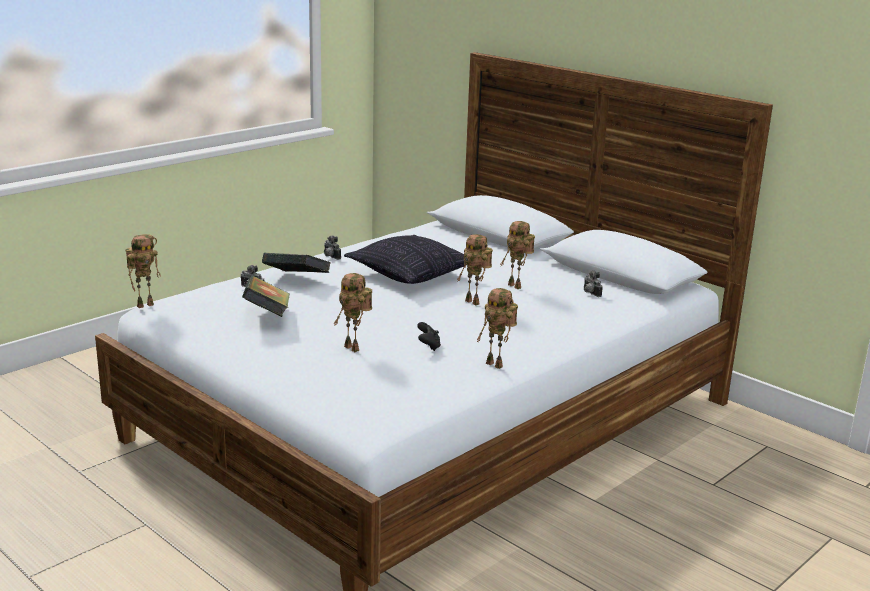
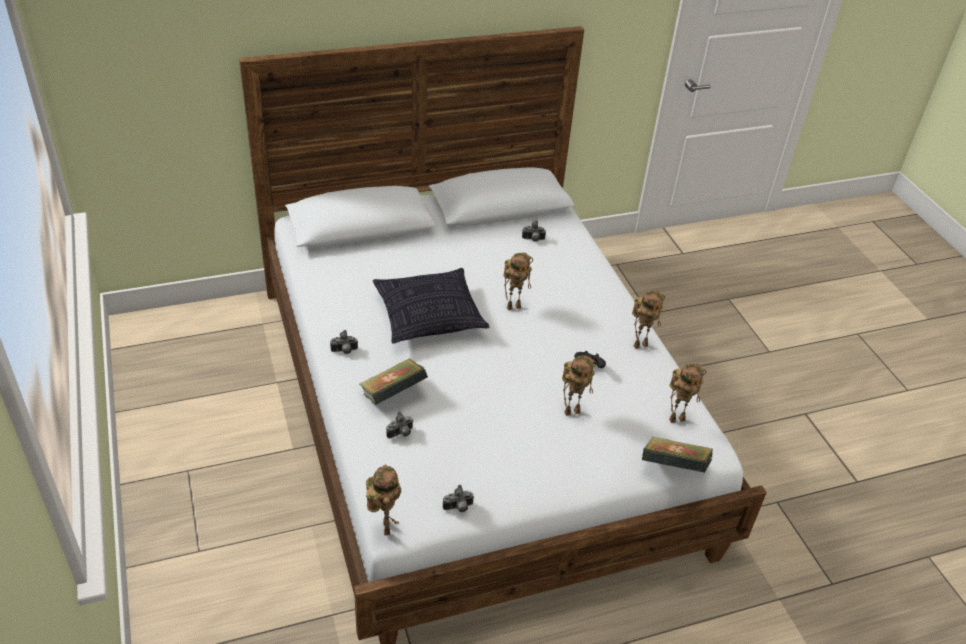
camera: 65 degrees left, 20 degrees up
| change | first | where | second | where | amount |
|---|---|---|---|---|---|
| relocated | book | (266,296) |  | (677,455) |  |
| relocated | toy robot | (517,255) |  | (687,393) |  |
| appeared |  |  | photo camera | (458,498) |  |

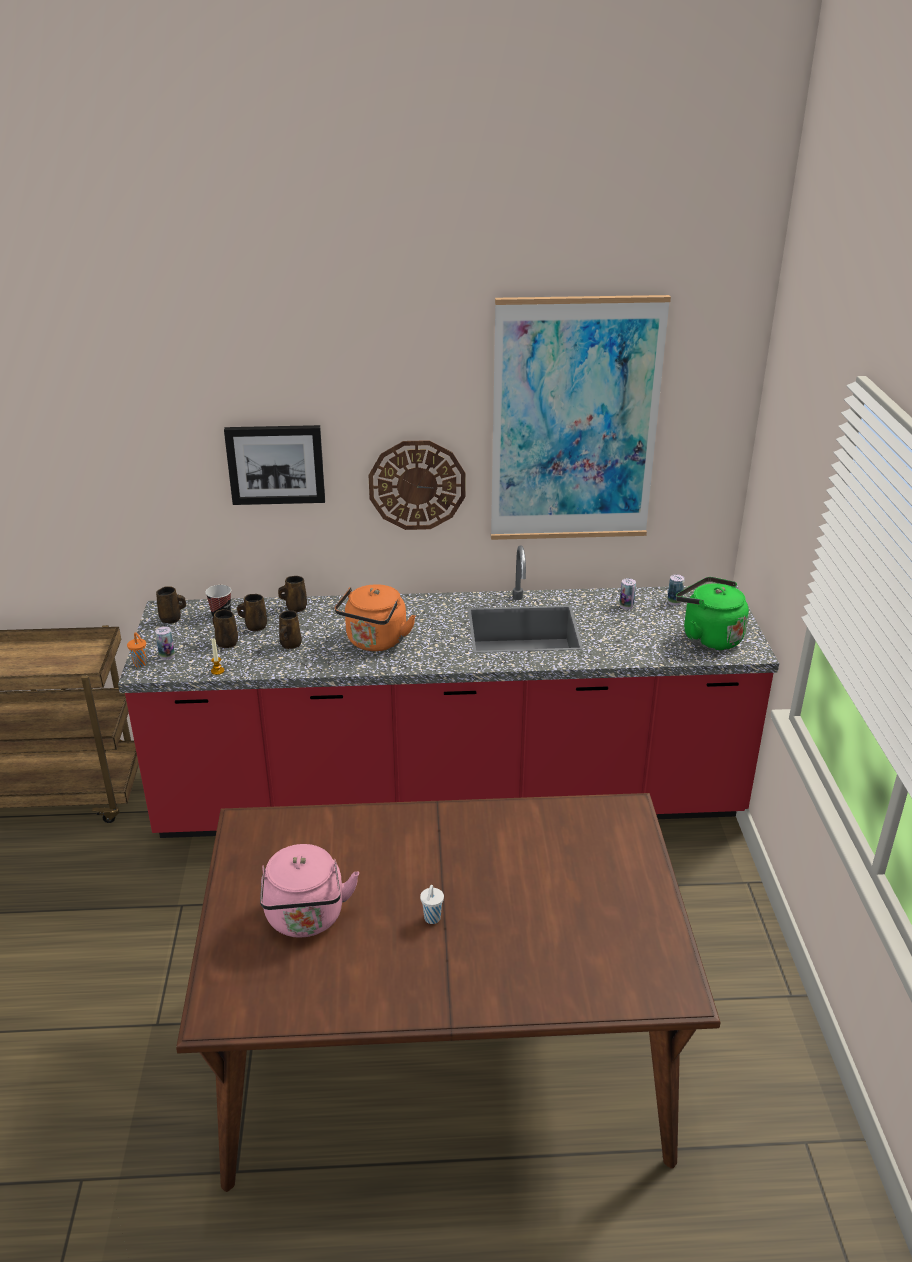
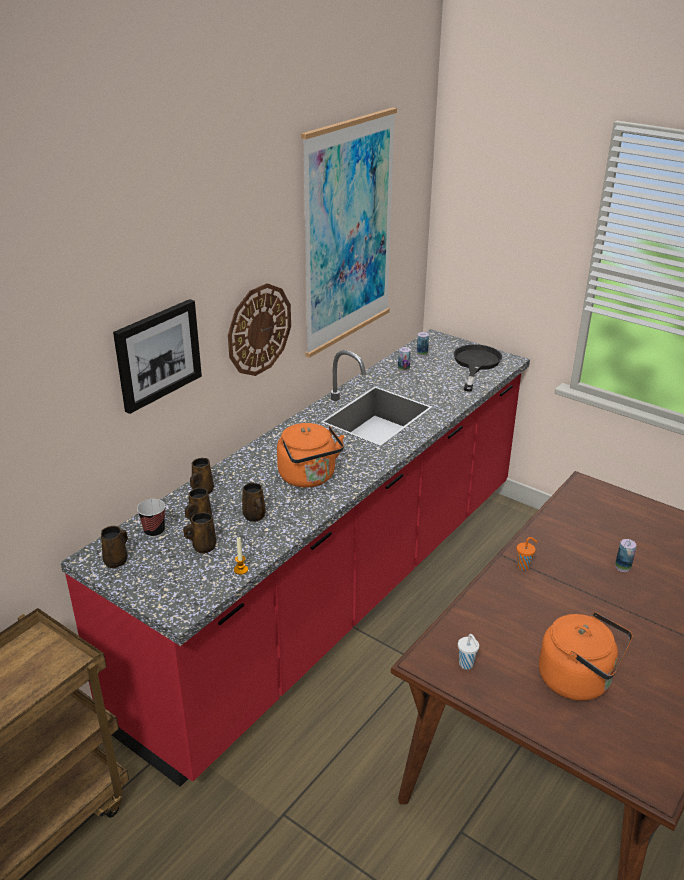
camera: 50 degrees left, 0 degrees up
| change | first | where | second | where | amount |
|---|---|---|---|---|---|
| relocated | cup (orange) | (137,649) |  | (527,554) |  |
| relocated | can | (165,643) |  | (625,555) |  |
| colour | kettle (pink) | (309,891) | kettle (orange) | (586,656) |  |
| relocated | cup (white) | (432,904) |  | (468,652) |  |
| exchanged | kettle (green) | (712,613) | frying pan (black) | (478,368) |  |

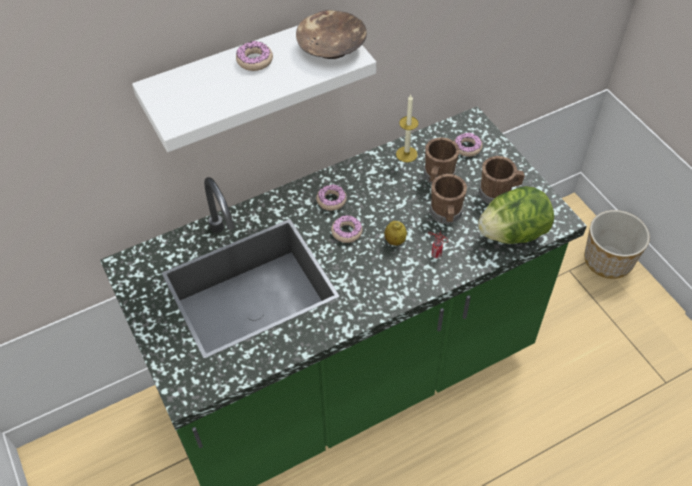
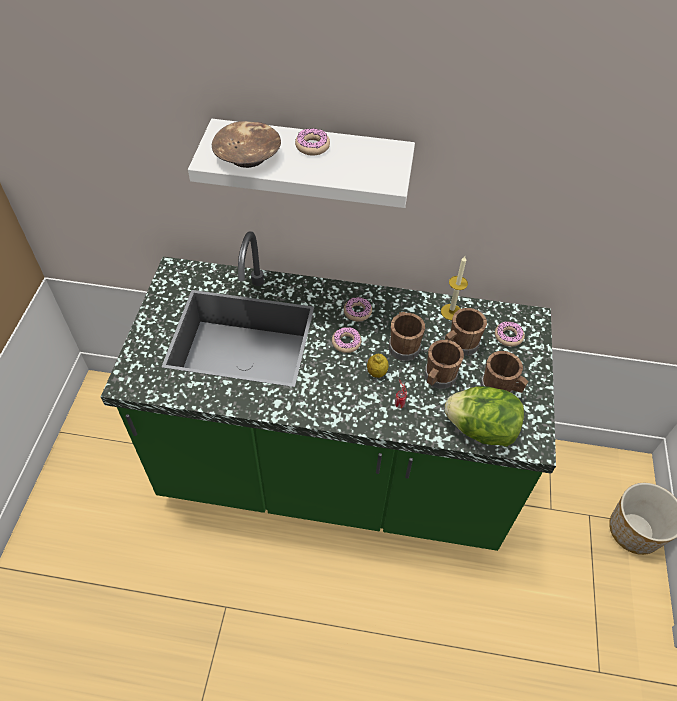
camera: 35 degrees right, 0 degrees up
| change | first | where | second | where | amount |
|---|---|---|---|---|---|
| relocated | bowl (brown) | (331,34) |  | (246,144) |  |
| appeared |  |  | mug (brown) | (407,336) |  |

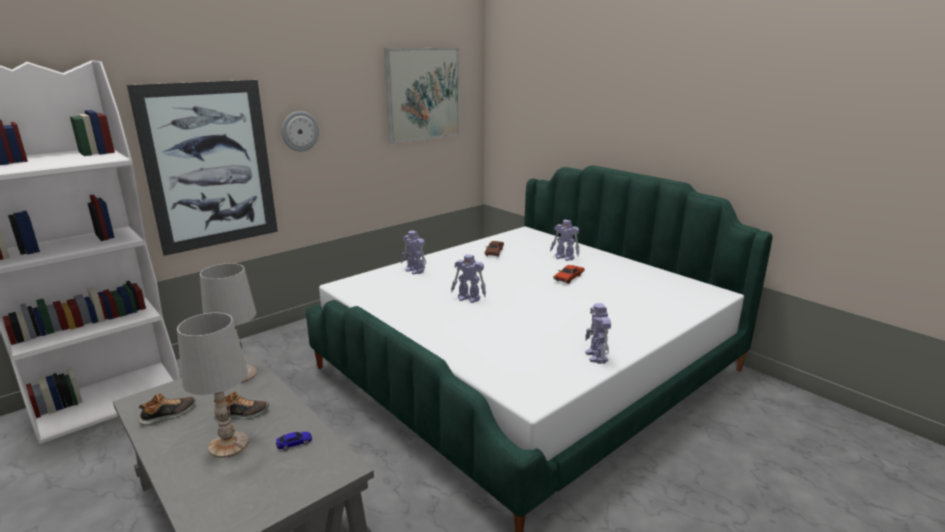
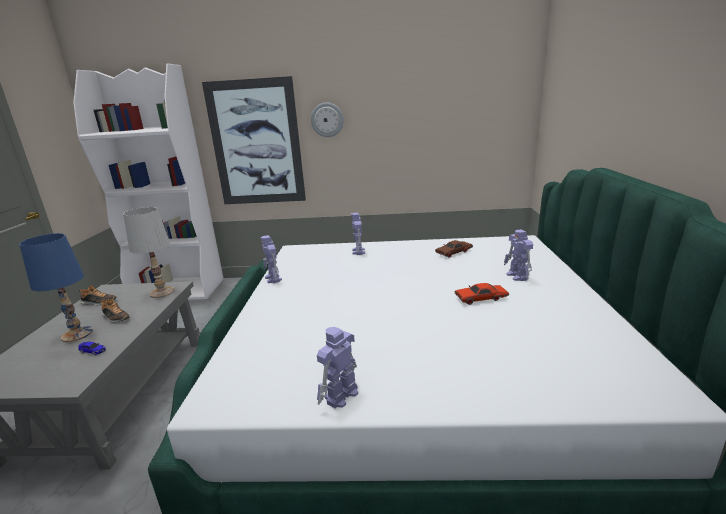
camera: 45 degrees right, 0 degrees up
| change | first | where | second | where | amount |
|---|---|---|---|---|---|
| colour | table lamp (white) | (213,385) | table lamp (blue) | (56,287) |  |
| missing | picture | (422,96) |  |  |  |
| relocated | toy robot | (468,278) |  | (271,259) |  |

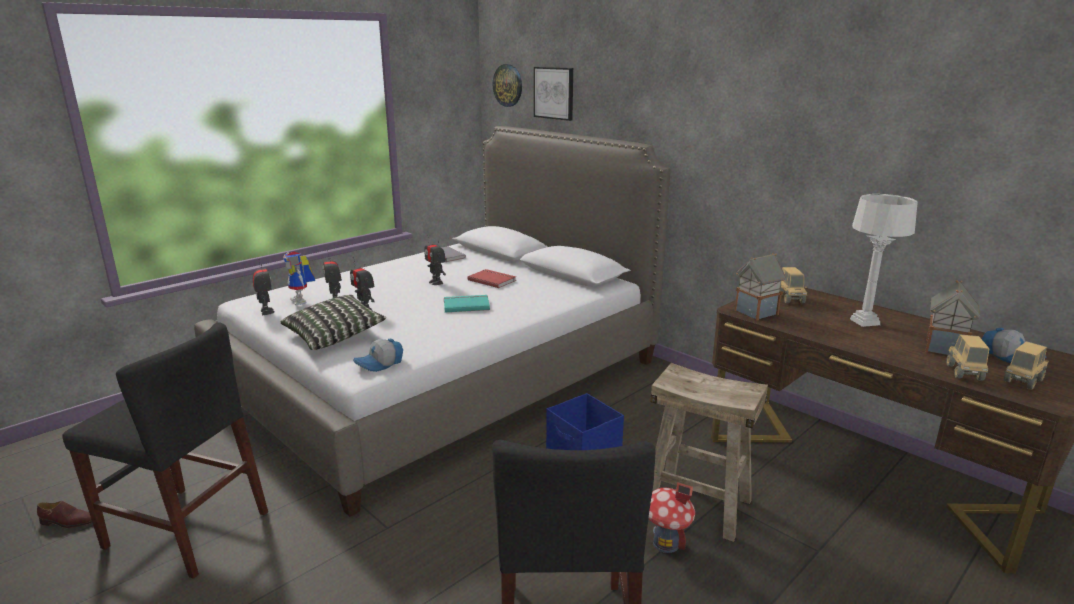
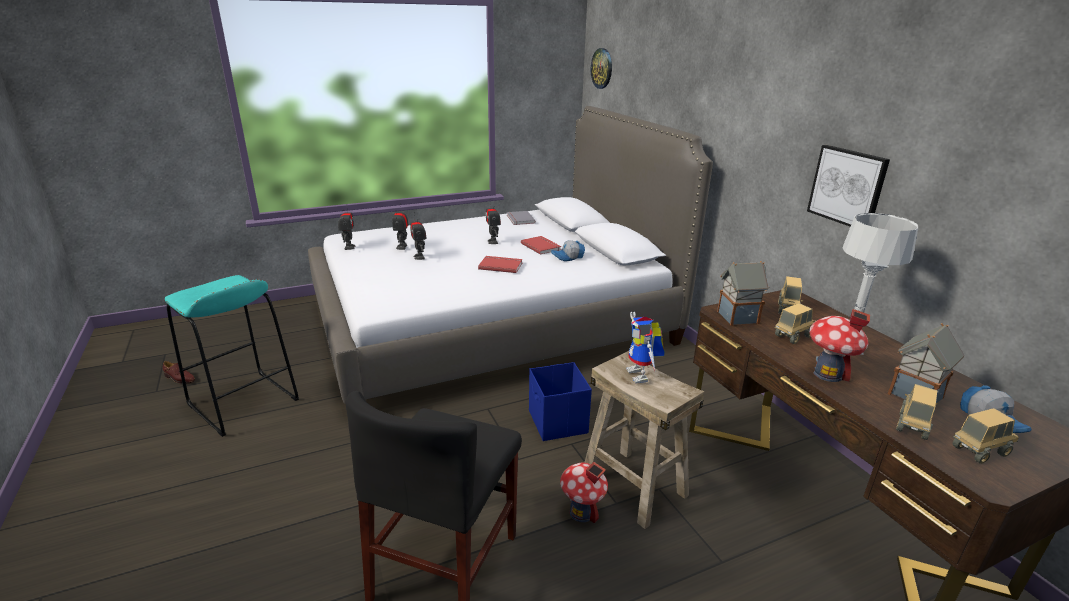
camera: 20 degrees right, 5 degrees up
| change | first | where | second | where | amount |
|---|---|---|---|---|---|
| exchanged | chair (black) | (165,451) | stool (turquoise) | (232,356) |  |
| missing | pillow | (333,322) |  |  |  |
| relocated | toy robot | (299,278) |  | (645,347) |  |
| relocated | cap | (378,355) |  | (568,250) |  |
| colour | book (turquoise) | (467,303) | book (red) | (500,264) |  |
| relocated | picture | (553,94) |  | (848,186) |  |
| appeared |  |  | toy truck | (795,323) |  |
| appeared |  |  | toy house | (840,345) |  |

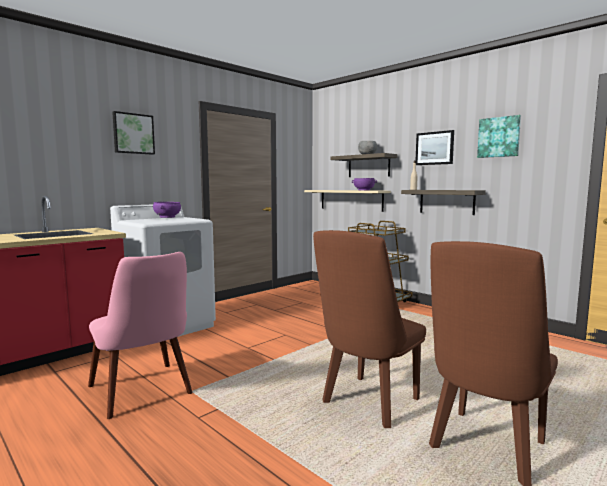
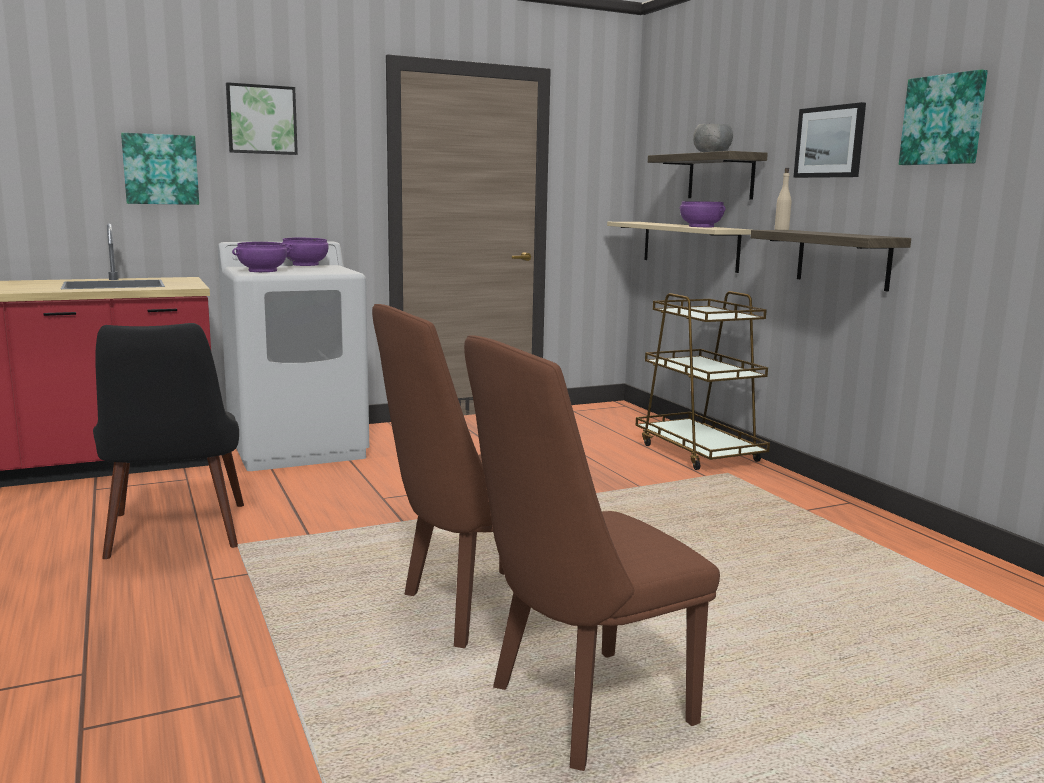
camera: 20 degrees right, 5 degrees up
| change | first | where | second | where | amount |
|---|---|---|---|---|---|
| colour | chair (pink) | (140,335) | chair (black) | (168,441) |  |
| appeared |  |  | picture | (160,169) |  |
| appeared |  |  | bowl (purple) | (261,257) |  |

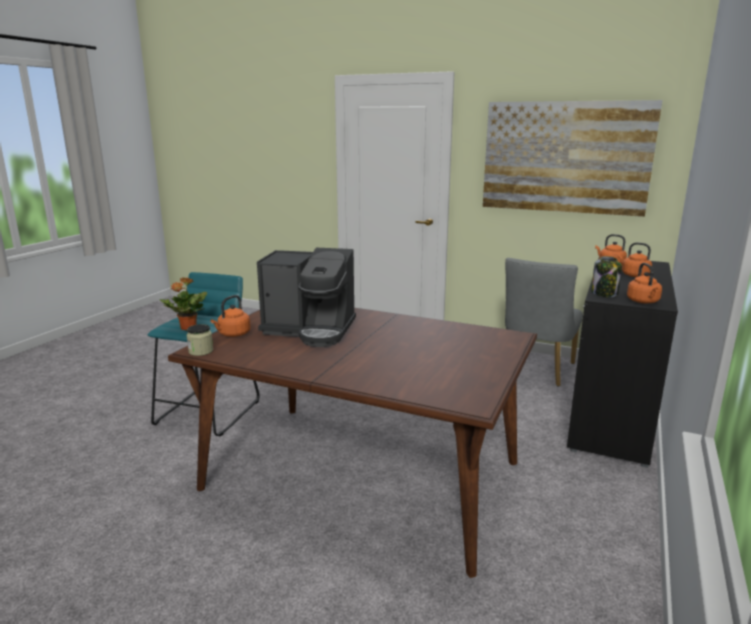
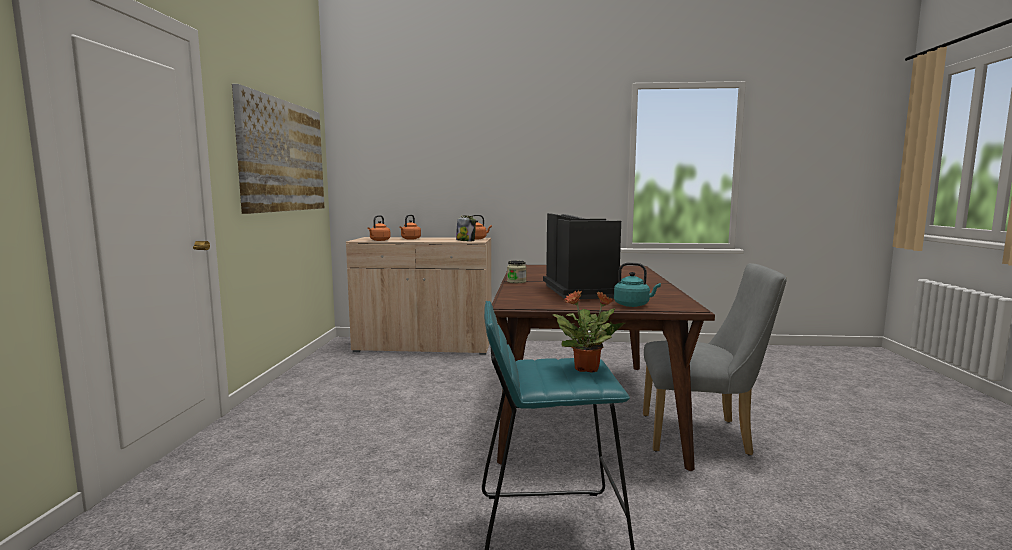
camera: 110 degrees left, 10 degrees down
| change | first | where | second | where | amount |
|---|---|---|---|---|---|
| relocated | jar | (199,340) |  | (516,272) |  |
| colour | kettle (orange) | (231,316) | kettle (turquoise) | (637,284) |  |
| relocated | chair (grey) | (544,322) |  | (715,359) |  |
| colour | cabinet (black) | (622,362) | cabinet (beige) | (418,296) |  |

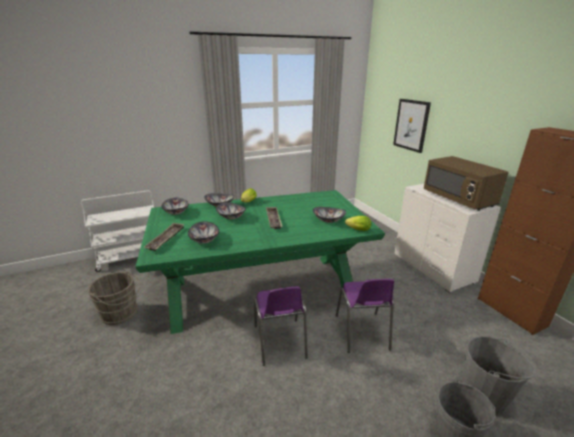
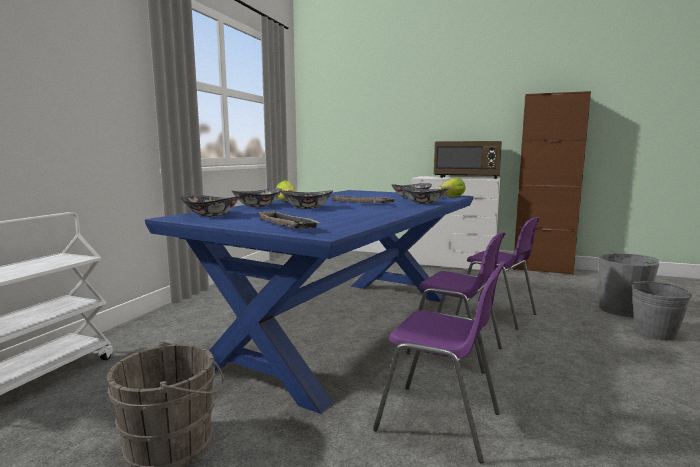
camera: 45 degrees left, 15 degrees down
| change | first | where | second | where | amount |
|---|---|---|---|---|---|
| colour | dining table (green) | (260,262) | dining table (blue) | (309,302) |  |
| relocated | bowl | (203,232) |  | (425,195) |  |
| missing | picture | (412,126) |  |  |  |
| appeared |  |  | chair (purple) | (439,362) |  |

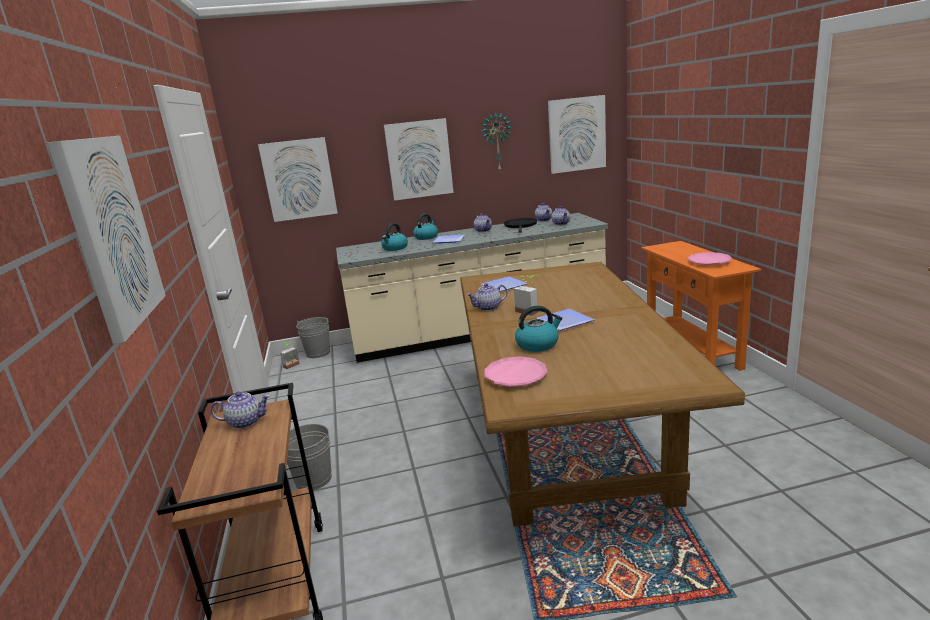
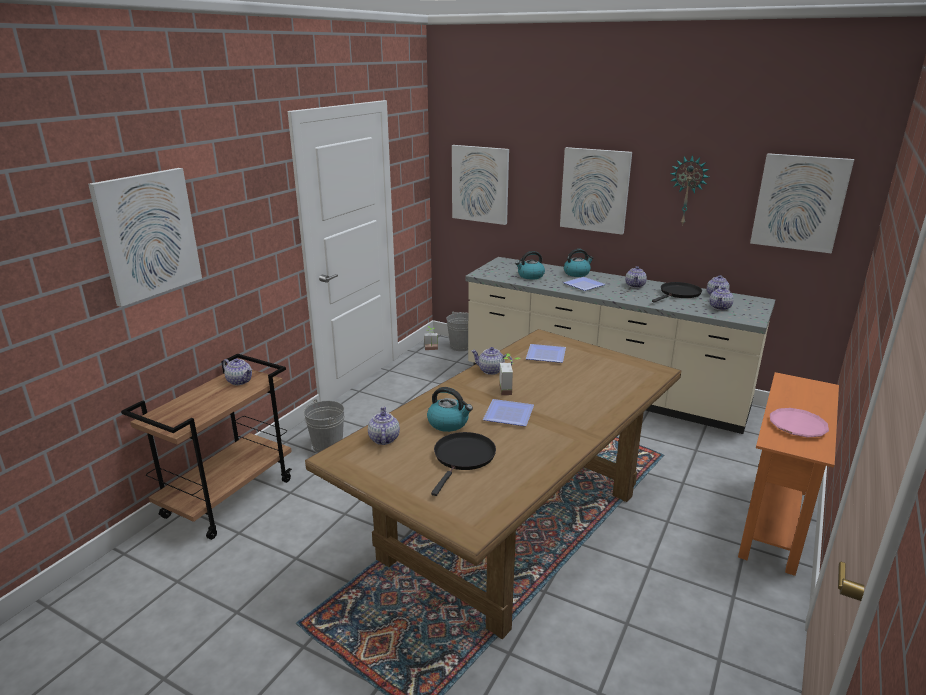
camera: 40 degrees right, 5 degrees up
| change | first | where | second | where | amount |
|---|---|---|---|---|---|
| exchanged | plate (pink) | (516,371) | teapot | (384,426) |  |
| appeared |  |  | frying pan (black) | (463,464) |  |

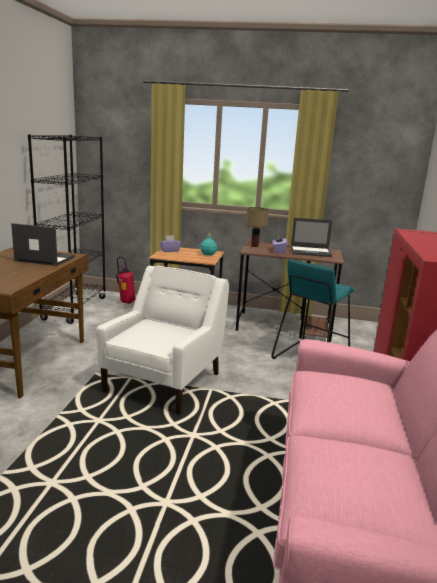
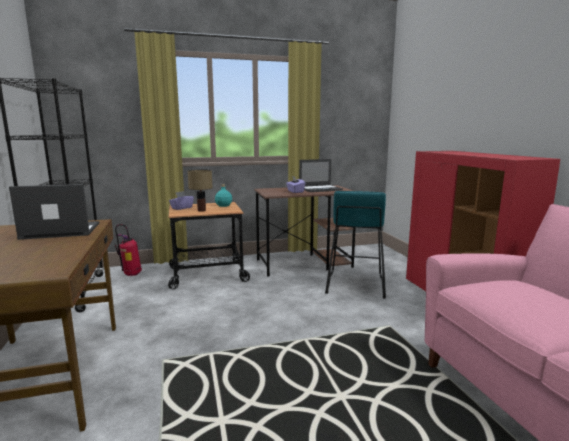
camera: 25 degrees left, 5 degrees down
| change | first | where | second | where | amount |
|---|---|---|---|---|---|
| missing | armchair (white) | (162,340) |  |  |  |
| relocated | table lamp | (257,227) |  | (200,190) |  |

